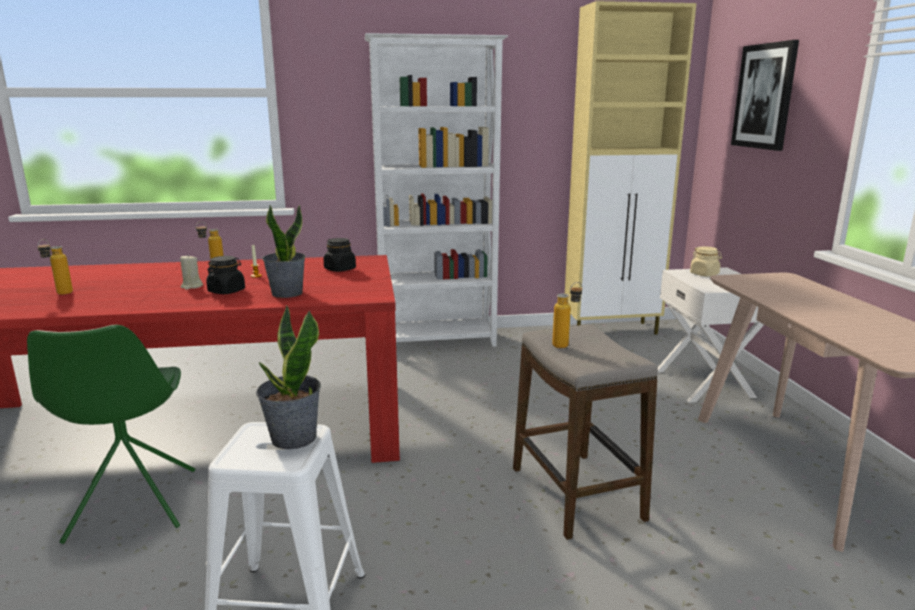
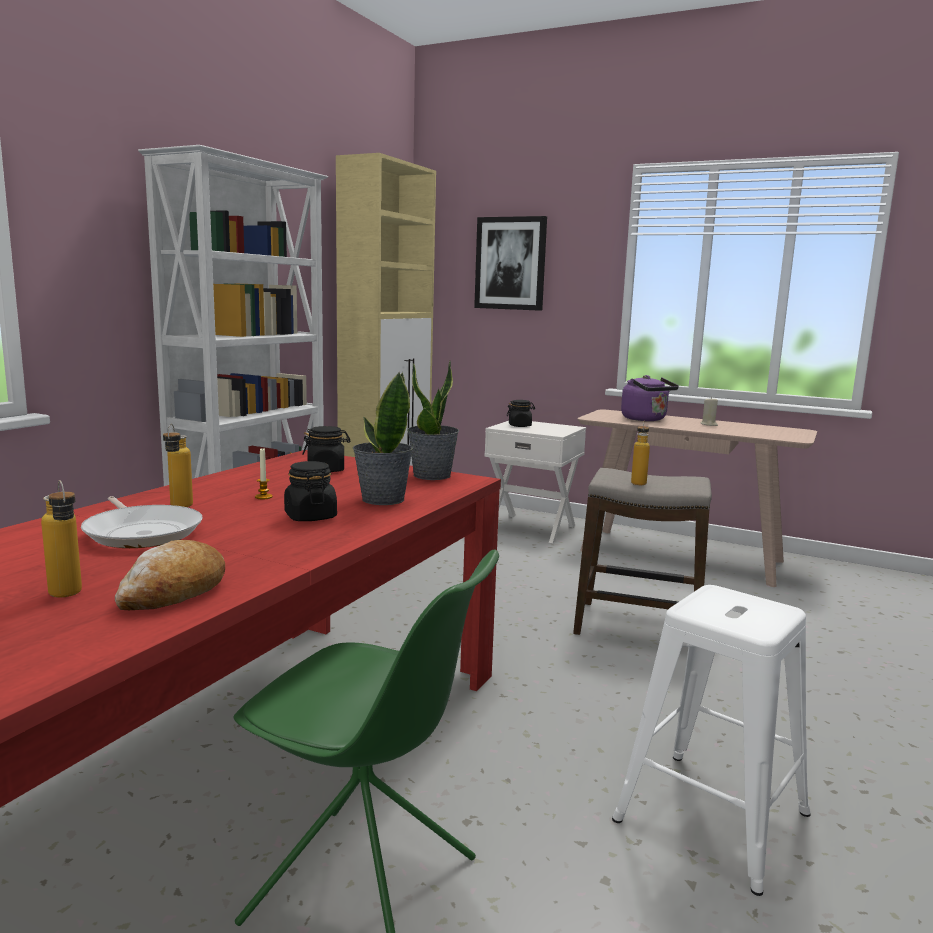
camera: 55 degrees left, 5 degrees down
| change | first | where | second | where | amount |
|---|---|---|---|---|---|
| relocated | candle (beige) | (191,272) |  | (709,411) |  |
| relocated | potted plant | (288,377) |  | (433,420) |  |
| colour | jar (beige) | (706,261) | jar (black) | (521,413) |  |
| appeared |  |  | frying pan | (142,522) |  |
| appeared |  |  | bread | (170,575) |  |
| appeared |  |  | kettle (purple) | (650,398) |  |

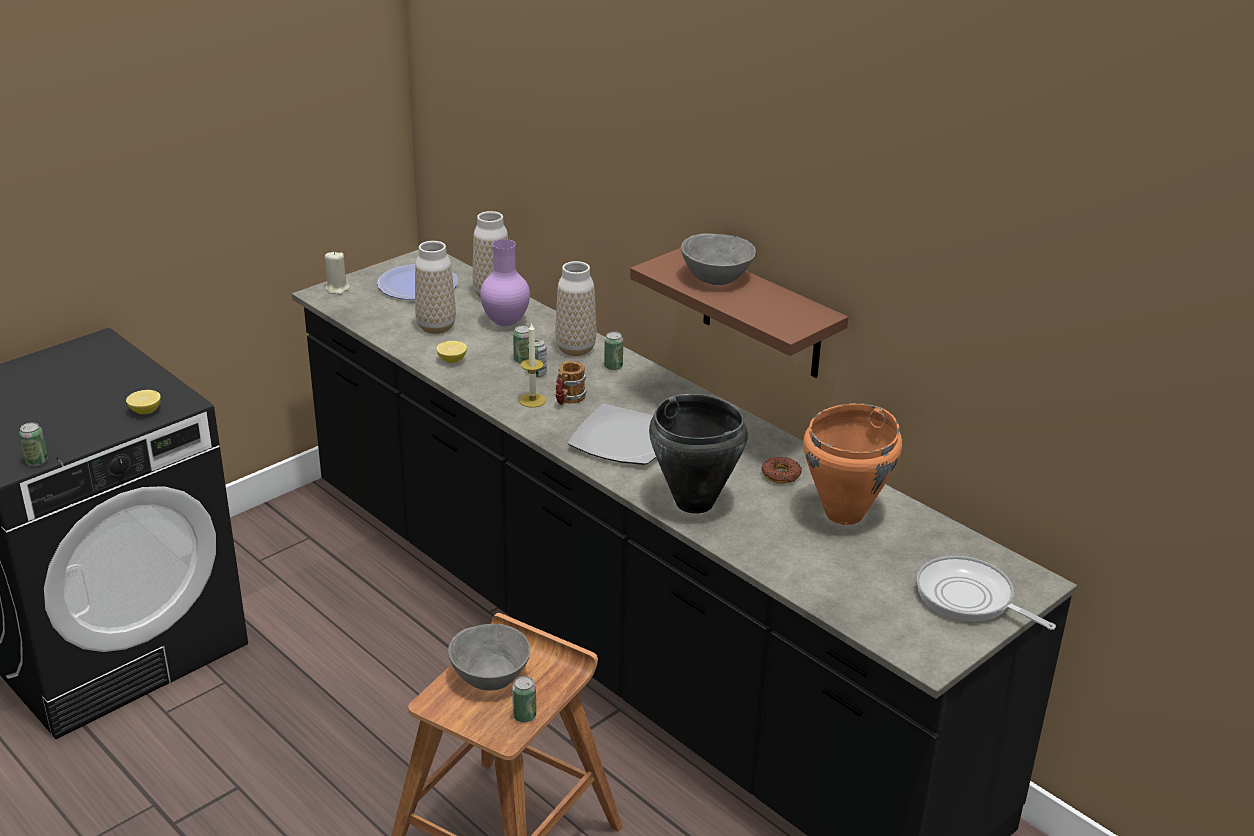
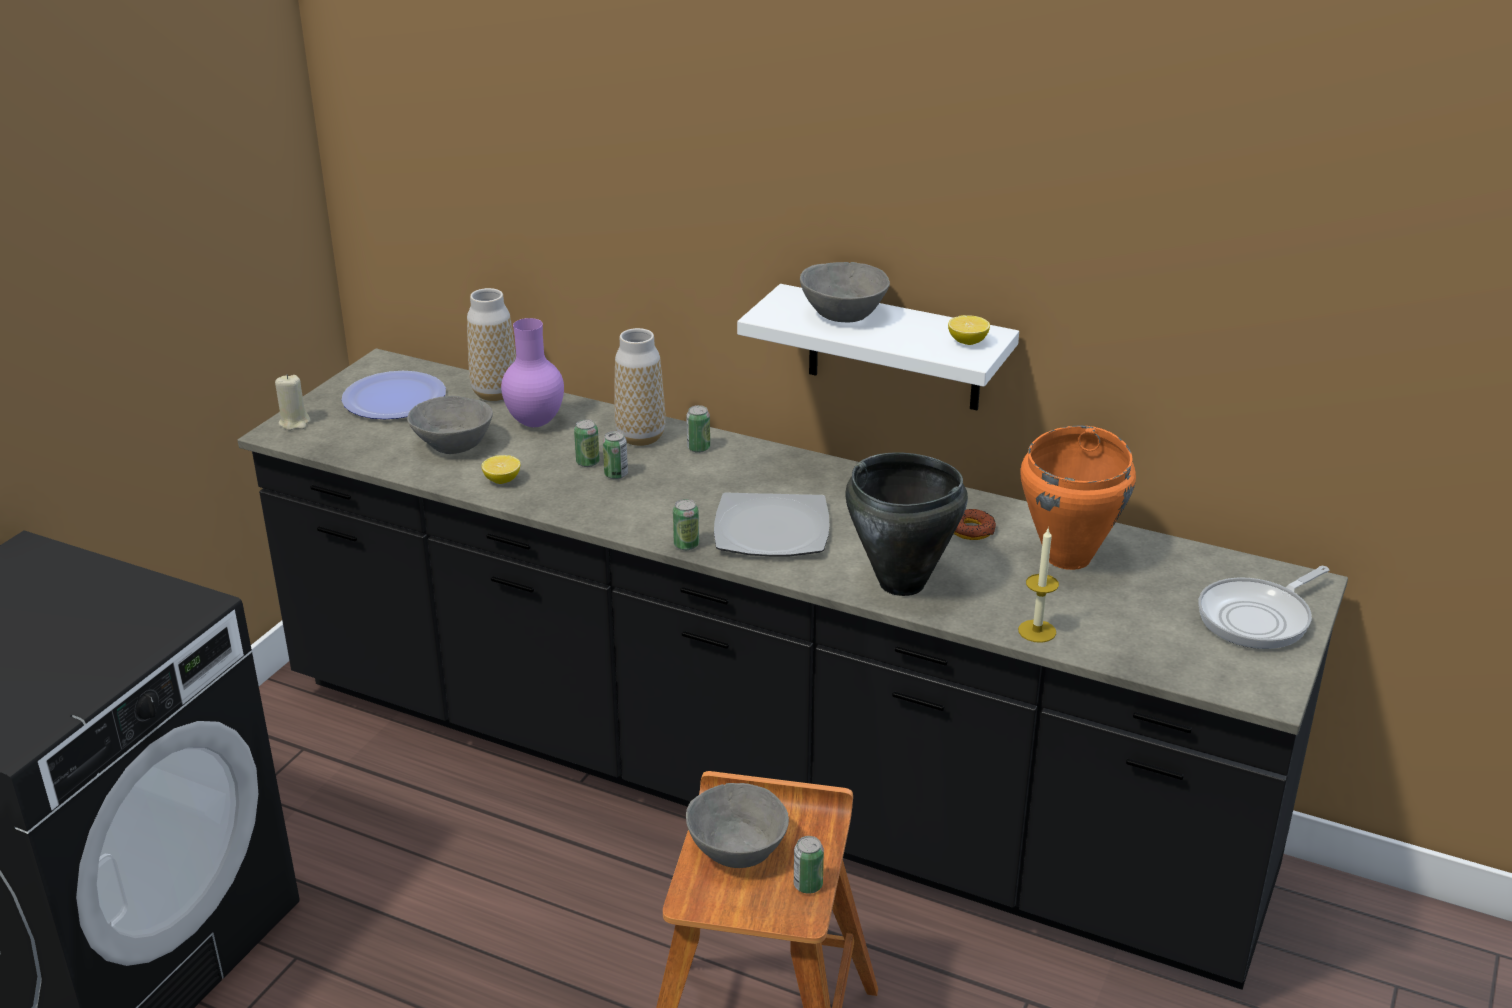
camera: 20 degrees left, 0 degrees up
| change | first | where | second | where | amount |
|---|---|---|---|---|---|
| relocated | can | (33,444) |  | (686,524) |  |
| relocated | lemon | (143,402) |  | (969,330) |  |
| exchanged | vase | (435,287) | bowl (grey) | (450,425) |  |
| relocated | candle | (532,365) |  | (1038,585) |  |
| missing | mug | (571,383) |  |  |  |
| colour | shelf (brown) | (739,313) | shelf (white) | (878,347) |  |
| spun | frying pan | (986,593) |  | (1263,607) | 60 degrees counterclockwise |

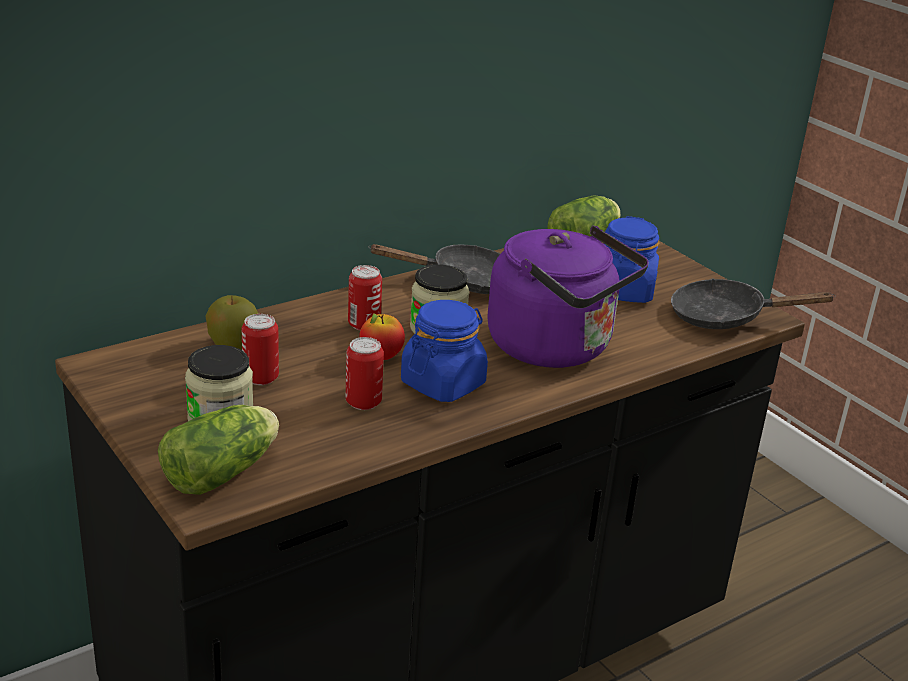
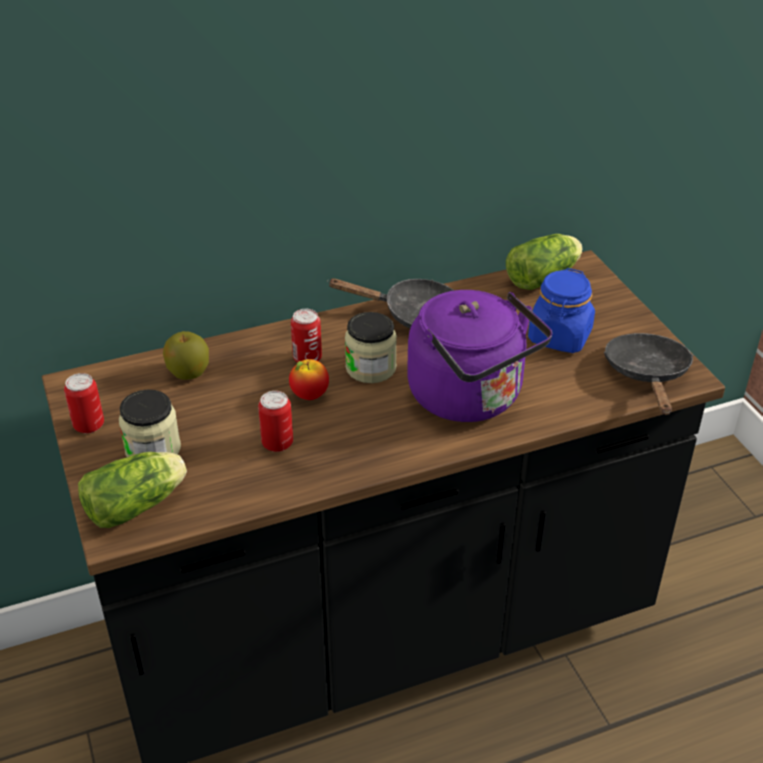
camera: 15 degrees right, 10 degrees up
| change | first | where | second | where | amount |
|---|---|---|---|---|---|
| relocated | can | (260,349) |  | (84,403) |  |
| missing | jar (blue) | (444,351) |  |  |  |
| spun | frying pan (black) | (753,303) |  | (649,374) | 75 degrees clockwise |

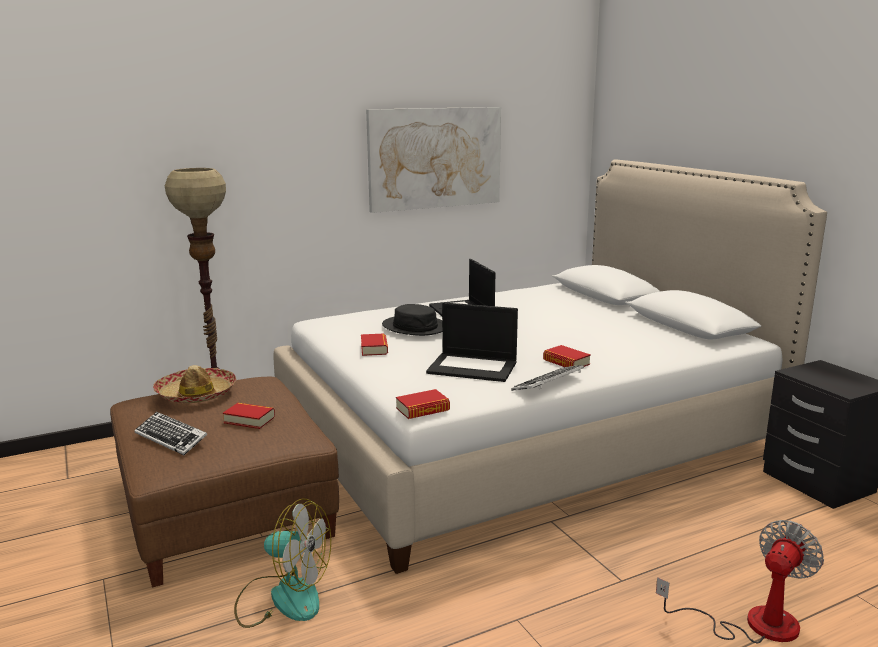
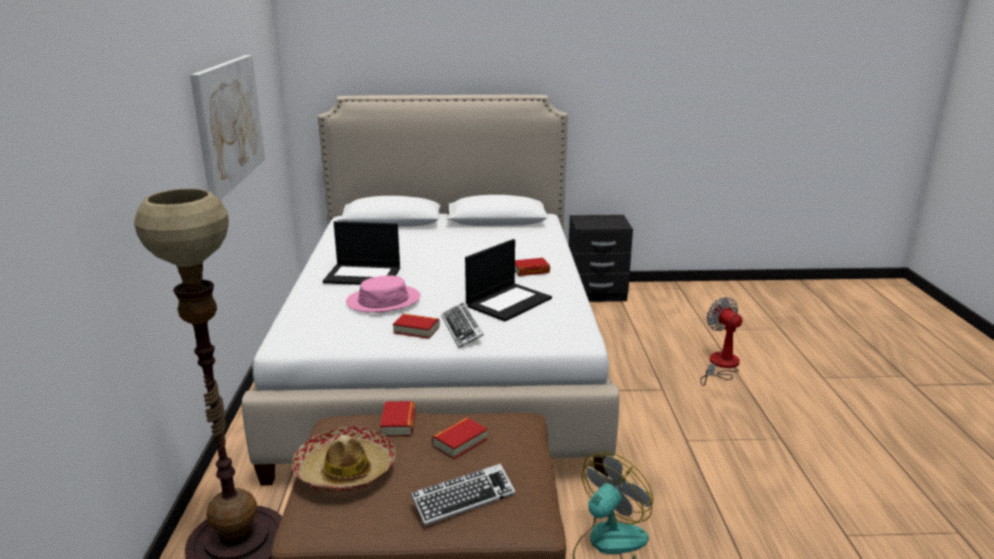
camera: 65 degrees left, 5 degrees up
| change | first | where | second | where | amount |
|---|---|---|---|---|---|
| colour | hat (black) | (412,320) | hat (pink) | (383,294) |  |
| relocated | book | (423,404) |  | (398,419) |  |
| relocated | keyboard | (547,378) |  | (462,325) |  |

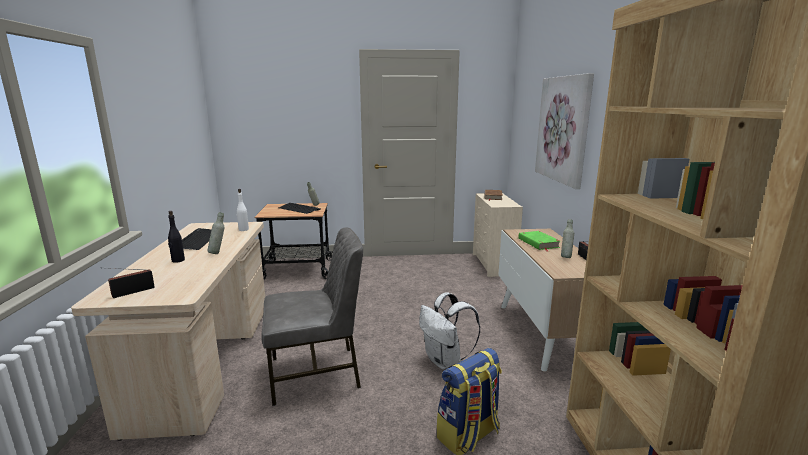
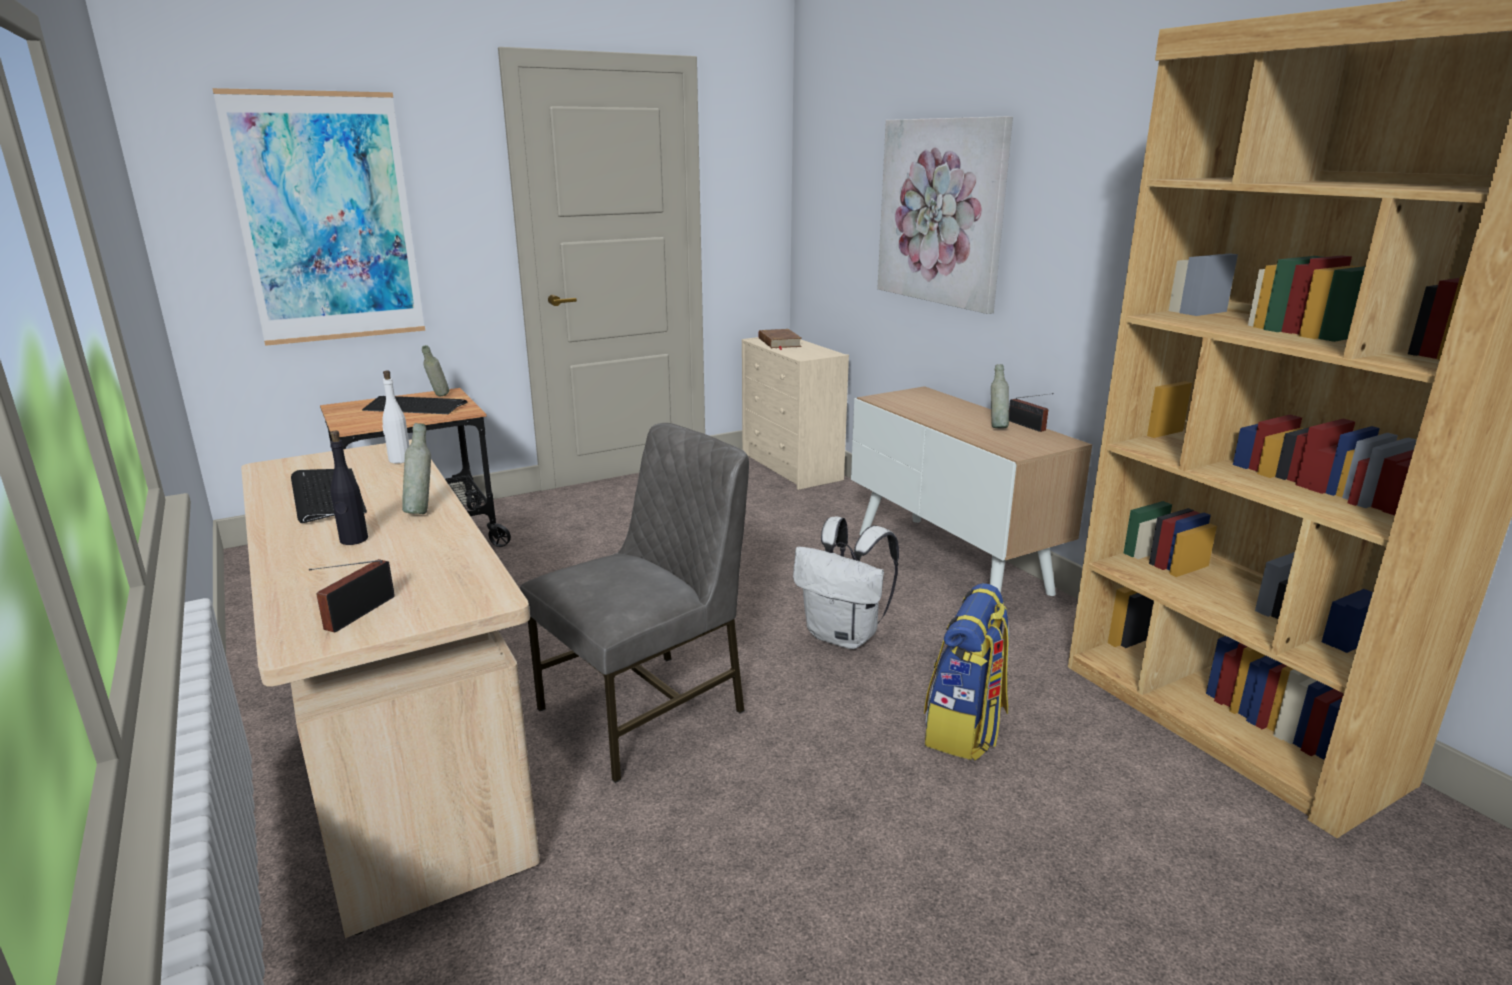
camera: 25 degrees left, 5 degrees up
| change | first | where | second | where | amount |
|---|---|---|---|---|---|
| missing | book (green) | (539,241) |  |  |  |
| appeared |  |  | picture | (318,217) |  |

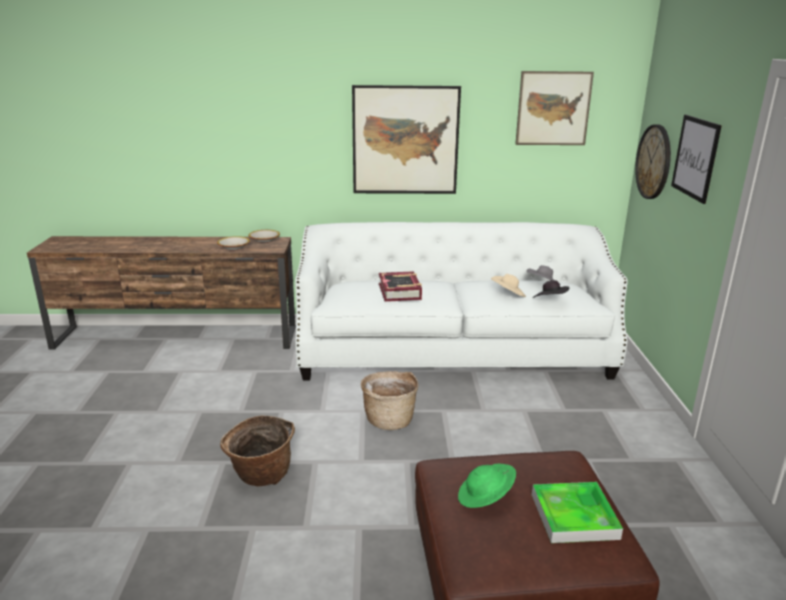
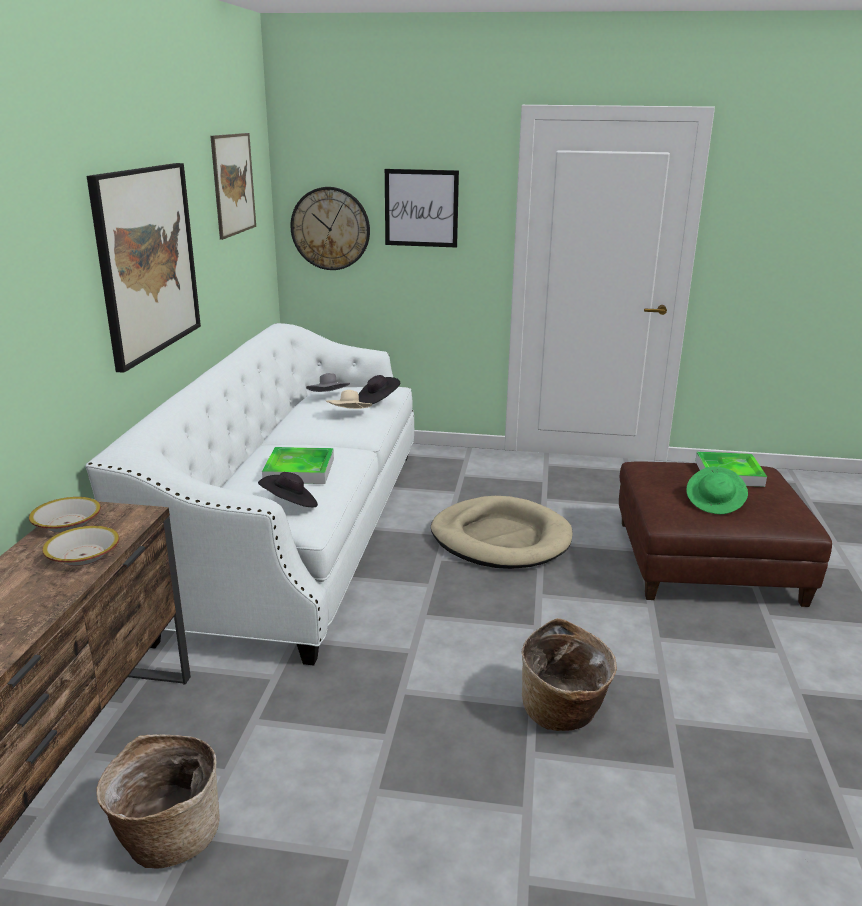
camera: 80 degrees left, 0 degrees up
| change | first | where | second | where | amount |
|---|---|---|---|---|---|
| relocated | basket | (389,400) |  | (157,801) |  |
| exchanged | book | (400,286) | tray | (298,465) |  |
| appeared |  |  | hat (black) | (288,489) |  |
| appeared |  |  | dog bed (beige) | (502,532) |  |

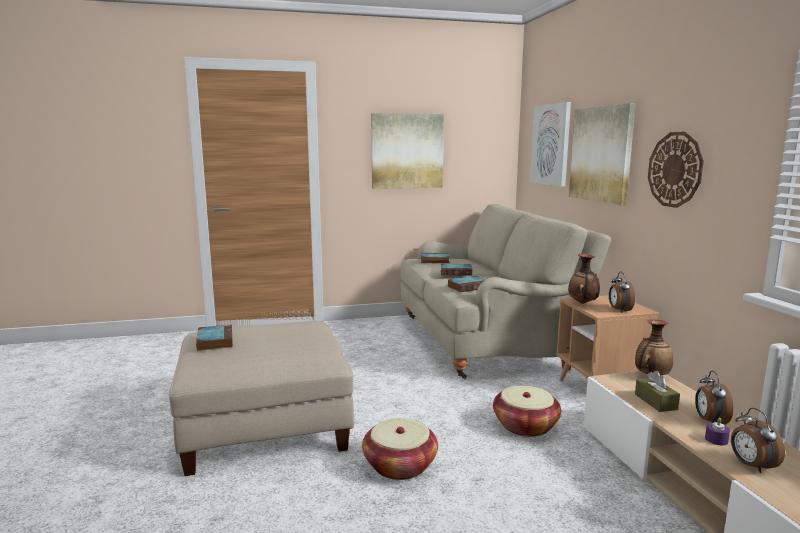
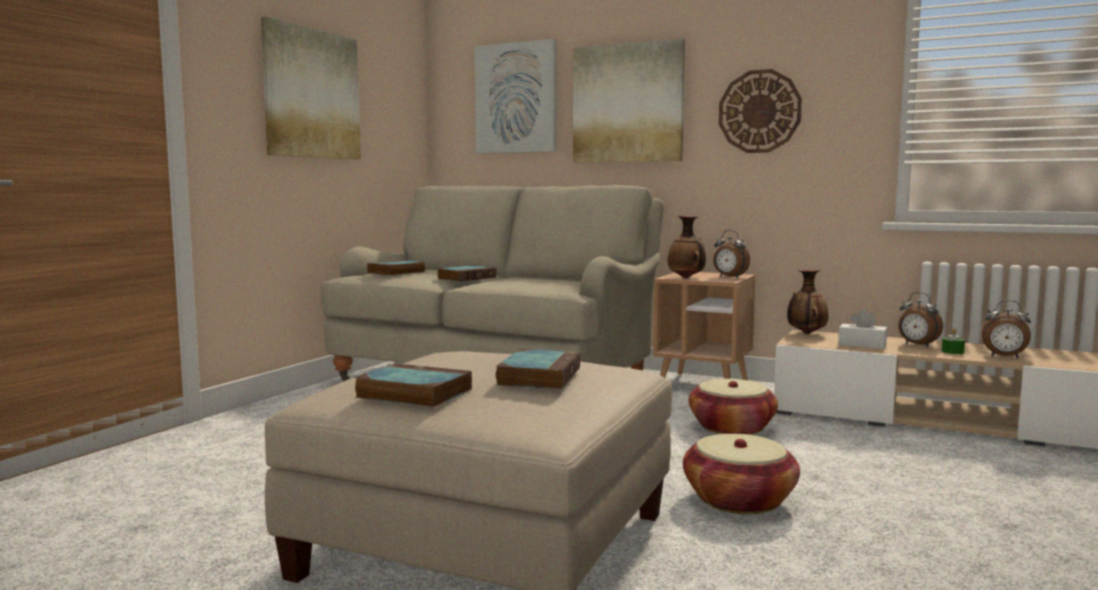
camera: 50 degrees left, 5 degrees down
| change | first | where | second | where | amount |
|---|---|---|---|---|---|
| relocated | book | (466,284) |  | (538,369) |  |
| colour | tissue box (brown) | (657,391) | tissue box (white) | (862,329) |  |
| colour | candle (purple) | (717,432) | candle (green) | (953,341) |  |

